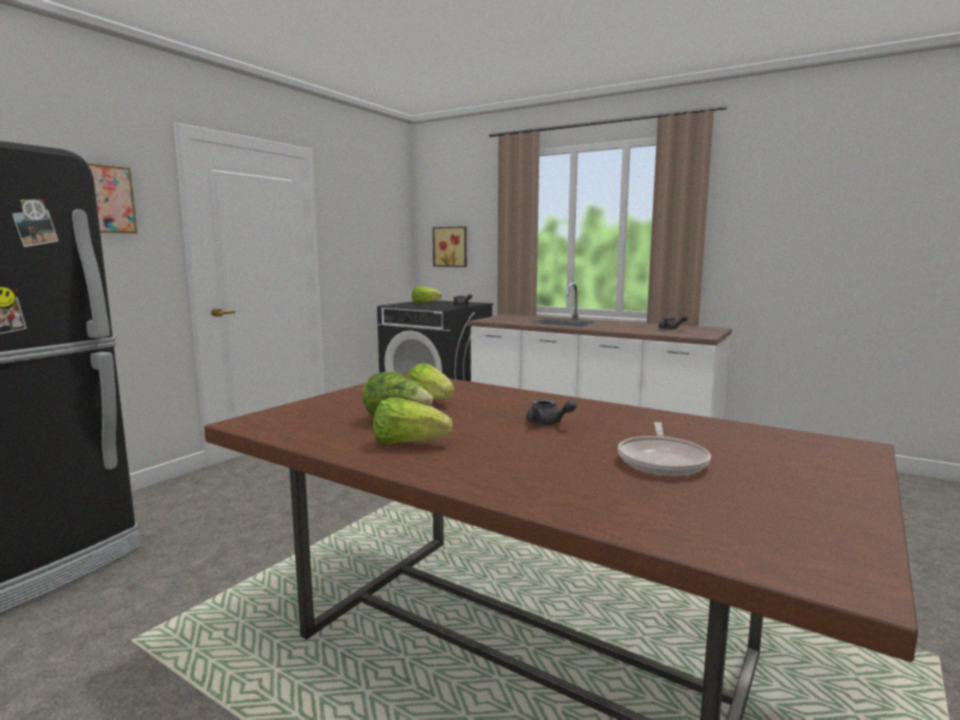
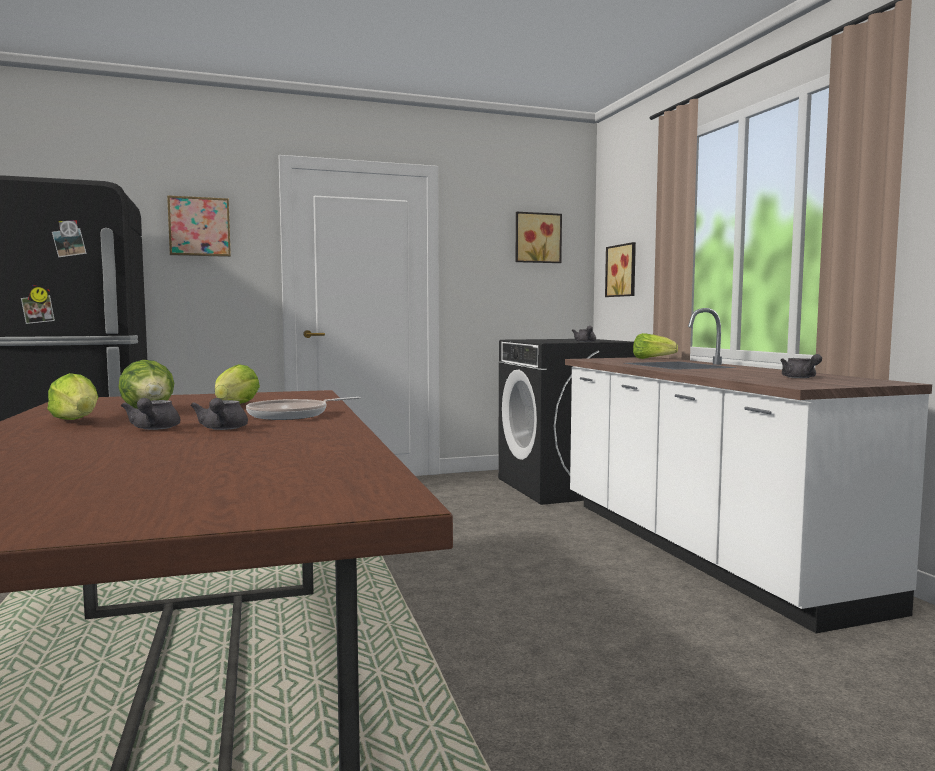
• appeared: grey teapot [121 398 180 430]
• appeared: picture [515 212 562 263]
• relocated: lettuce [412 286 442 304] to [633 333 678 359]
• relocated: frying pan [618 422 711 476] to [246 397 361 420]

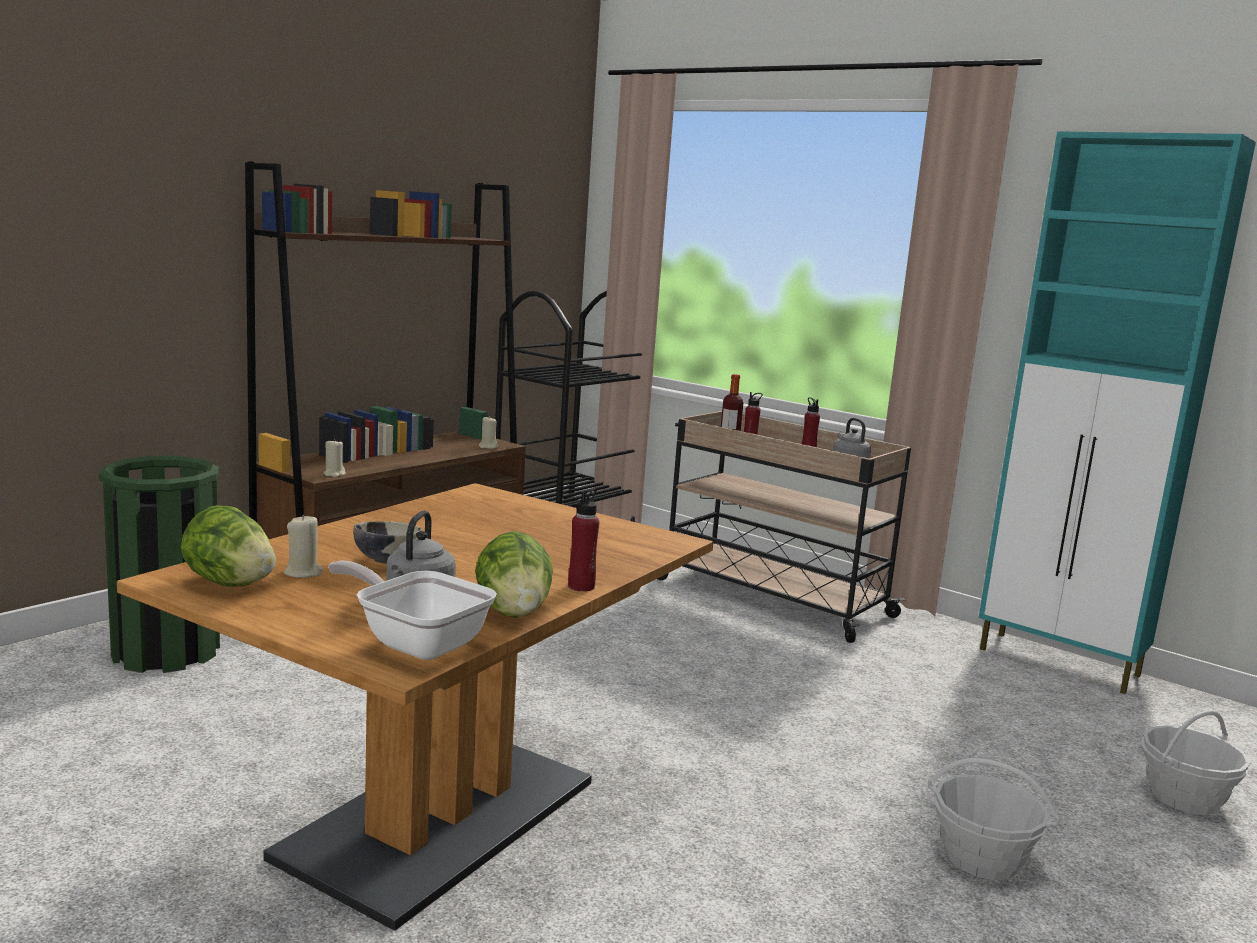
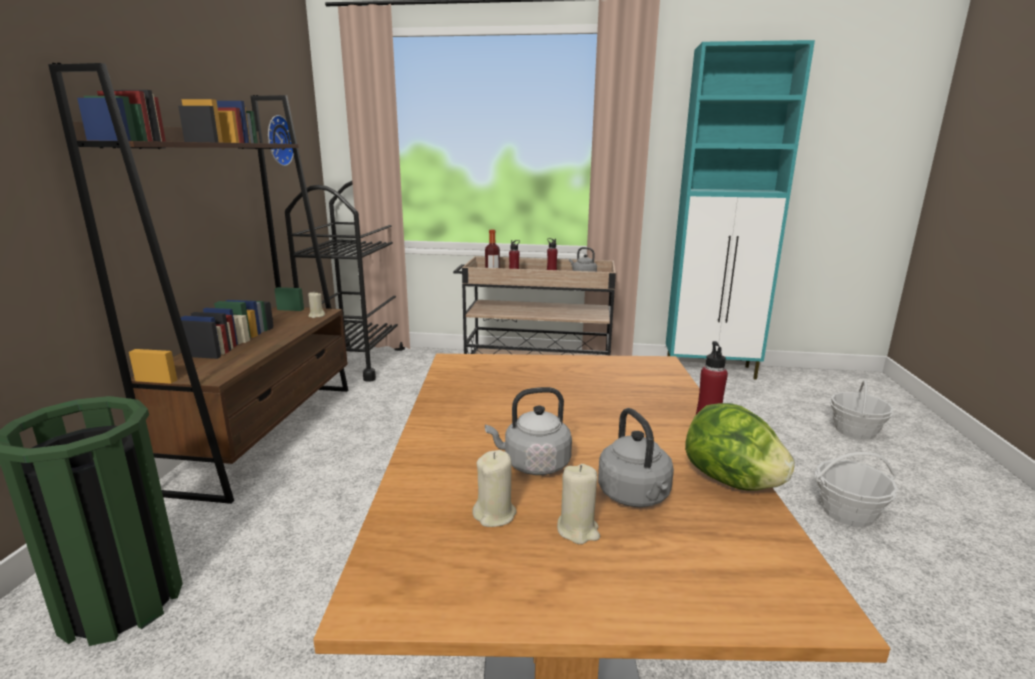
• missing: lettuce [181 505 276 587]
• missing: frying pan [328 561 497 660]
• appeared: wall clock [268 115 294 166]
• relocated: beige candle [323 439 346 477] to [557 464 600 544]
• exchanged: bowl [353 521 422 564] to grey kettle [485 387 572 475]

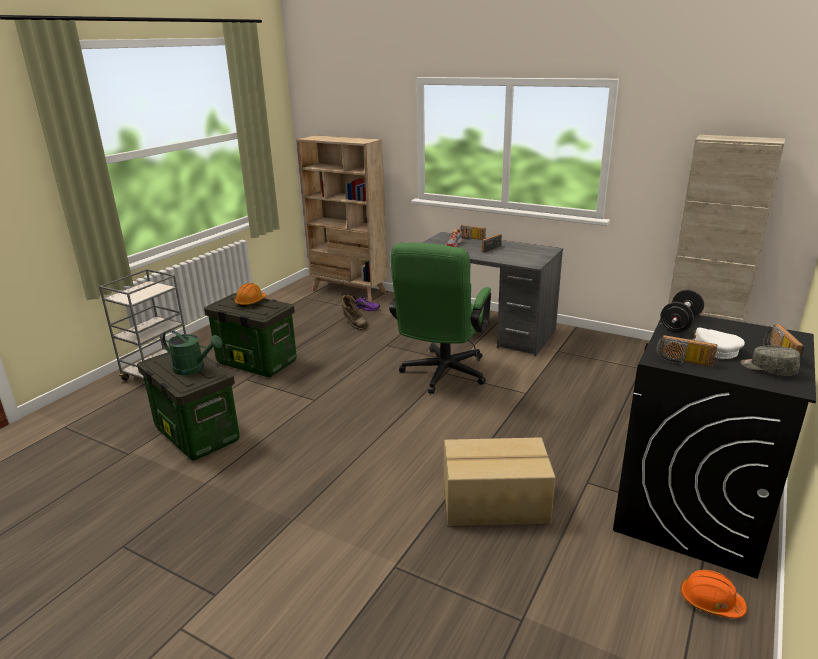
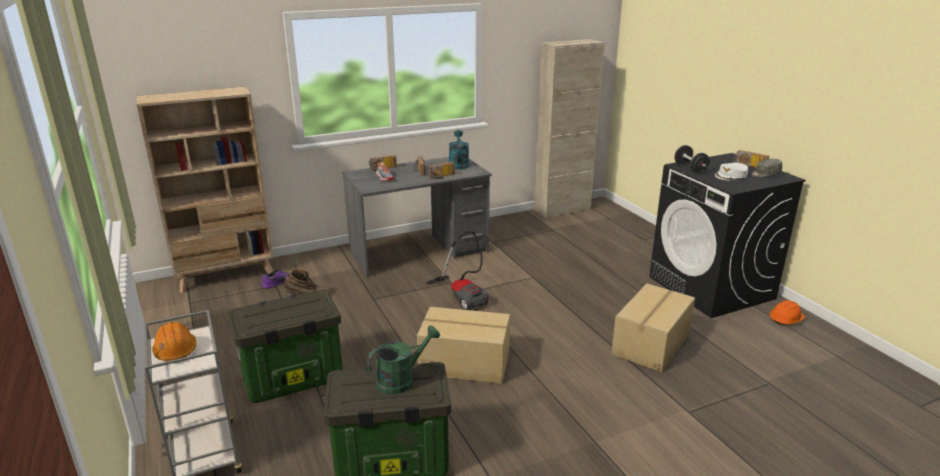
• appeared: cardboard box [417 307 511 384]
• appeared: turquoise watering can [449 130 469 170]
• relocated: orange hard hat [234 283 266 307] to [152 322 196 361]
• relocated: radio [656 335 717 367] to [428 162 455 179]
• exchanged: green office chair [389 243 491 394] to vacuum cleaner [426 231 489 310]

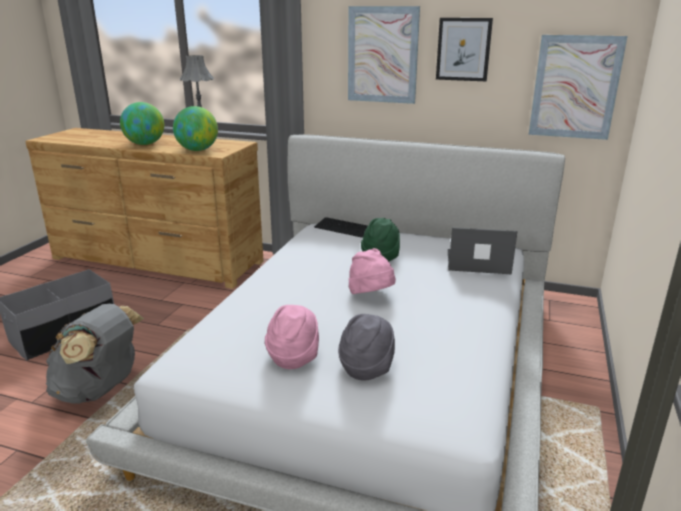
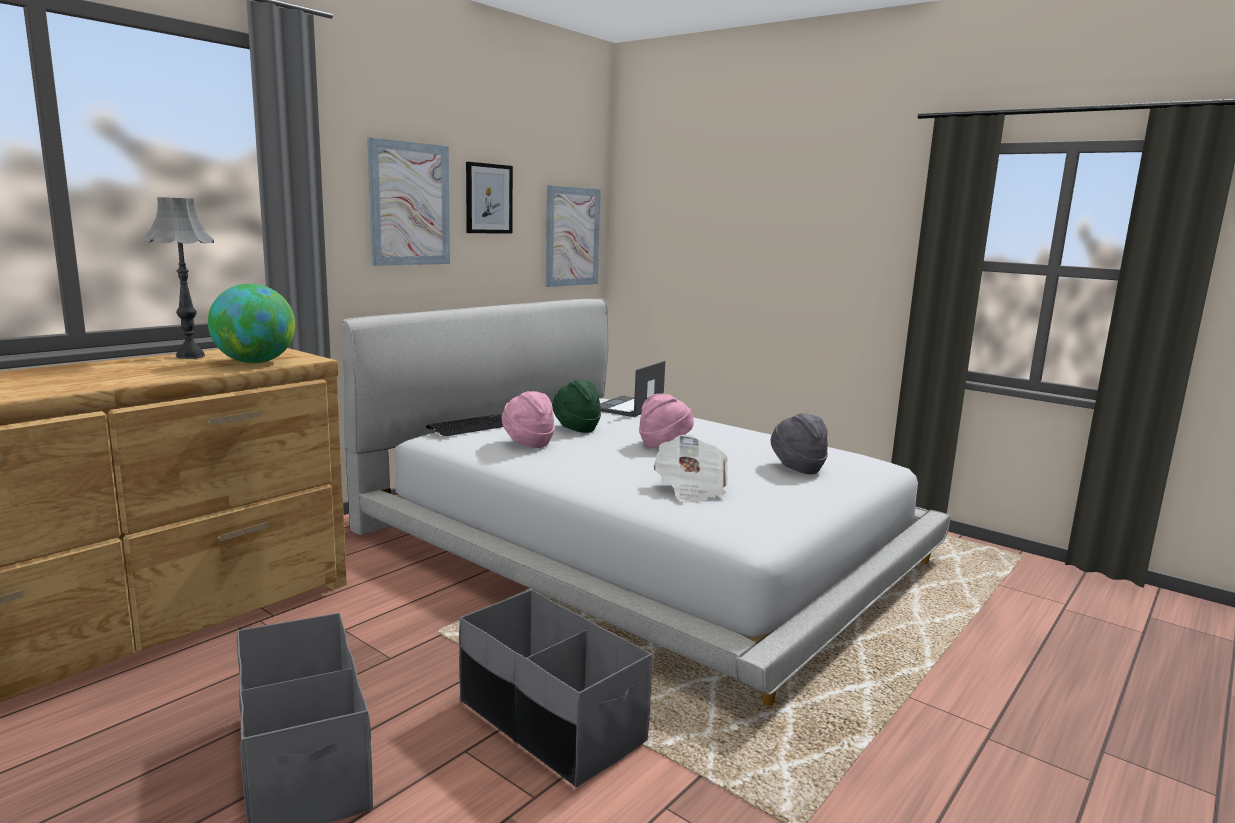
• missing: globe [120 102 164 145]
• appeared: newspaper [653 435 728 503]
• relocated: pink hat [265 305 319 369] to [501 391 555 448]
• exchanged: grey backpack [46 304 144 403] to grey storage box [459 589 652 788]

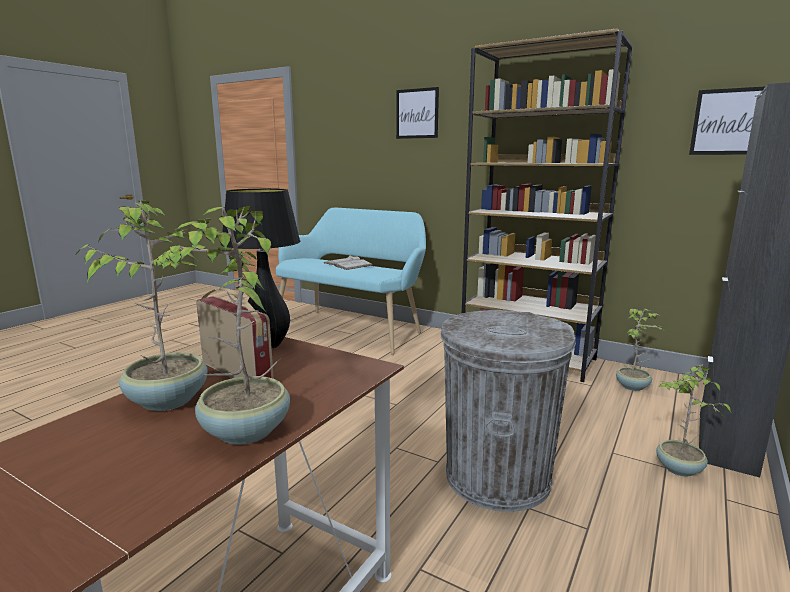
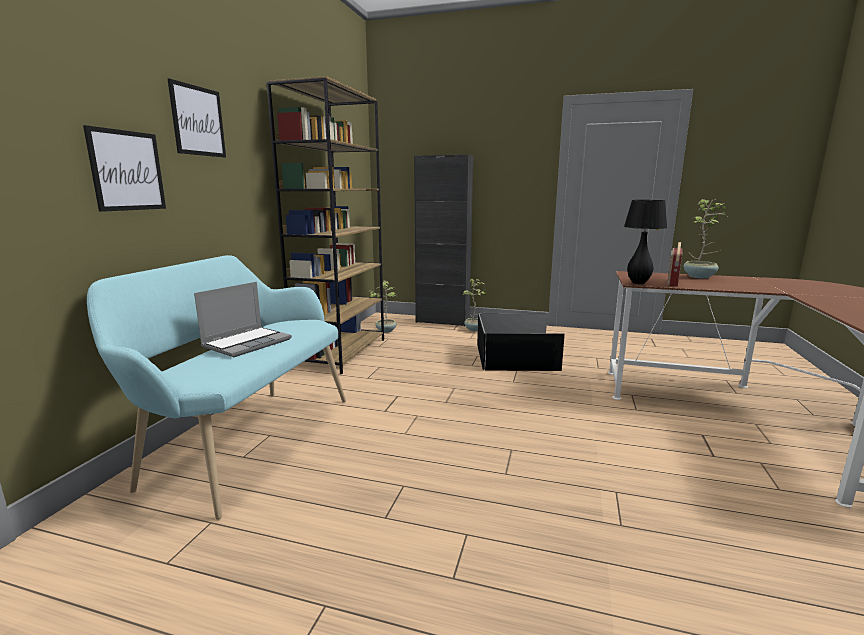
• missing: potted plant [75 200 208 411]
• relocated: picture [689 86 766 155] to [83 125 166 212]
• exchanged: white book [324 255 373 270] to laptop [194 282 292 357]
• exchanged: grey trash can [440 310 576 512] to black storage box [477 313 565 371]

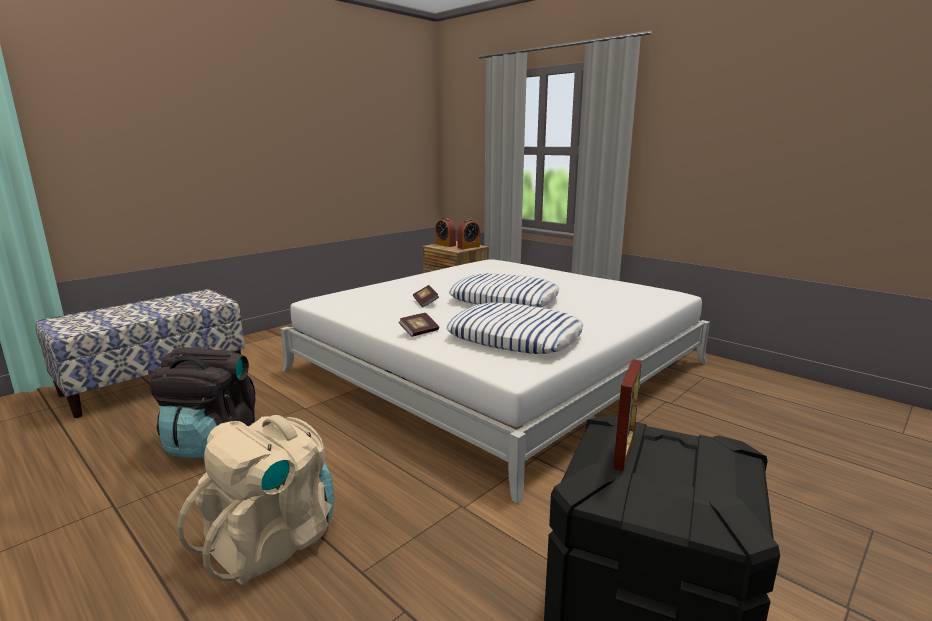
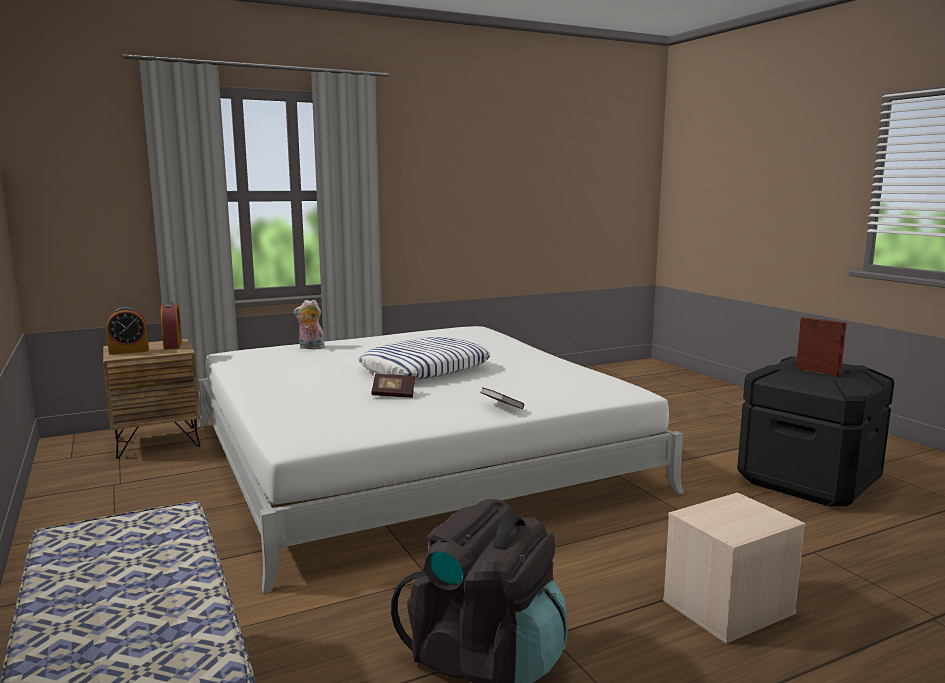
• missing: pillow [446 302 584 354]
• appeared: plush toy [294 300 325 349]
• exchanged: beige backpack [177 415 334 584] to beige storage box [663 492 806 644]

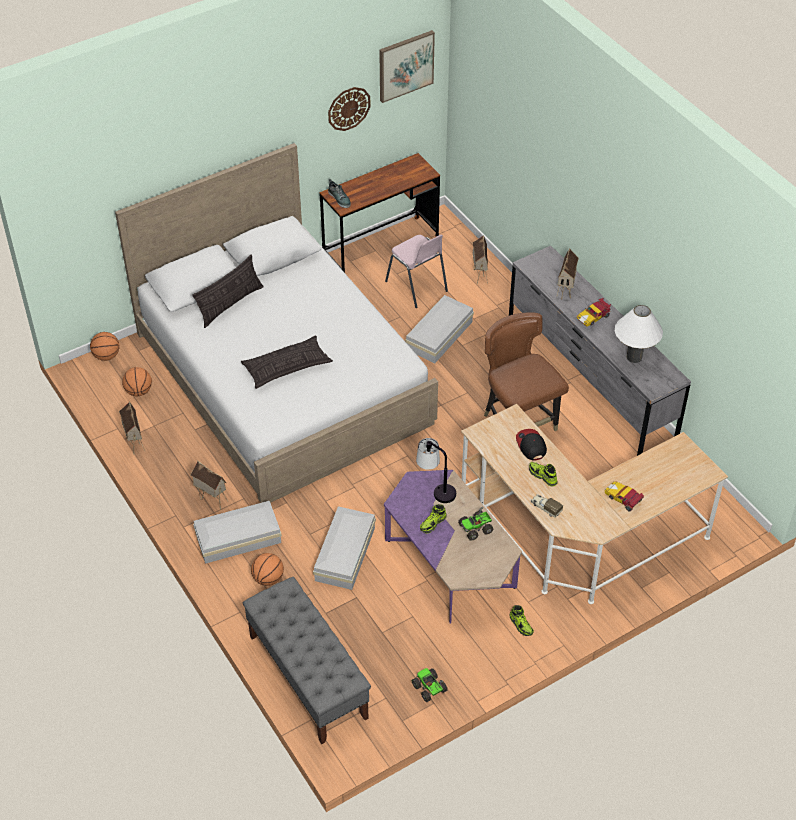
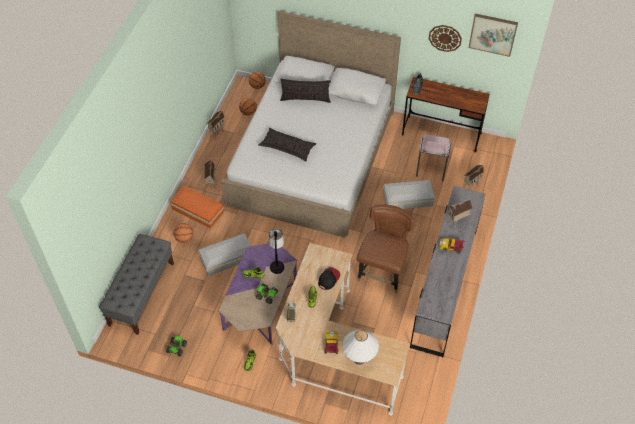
• relocated: white table lamp [615 305 663 363] to [342 330 379 365]
• colour: white storage box [193 501 282 564] to orange storage box [170 186 224 229]

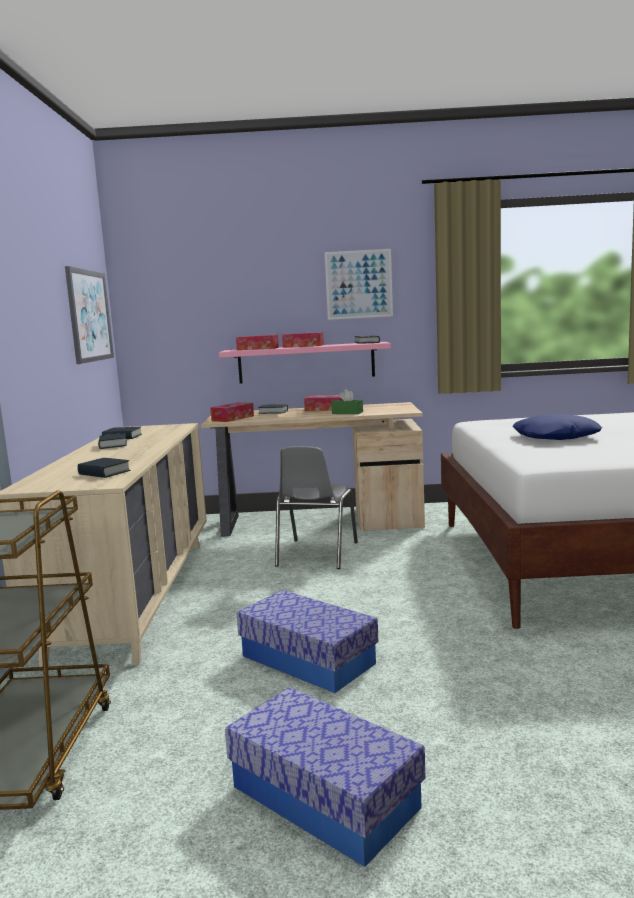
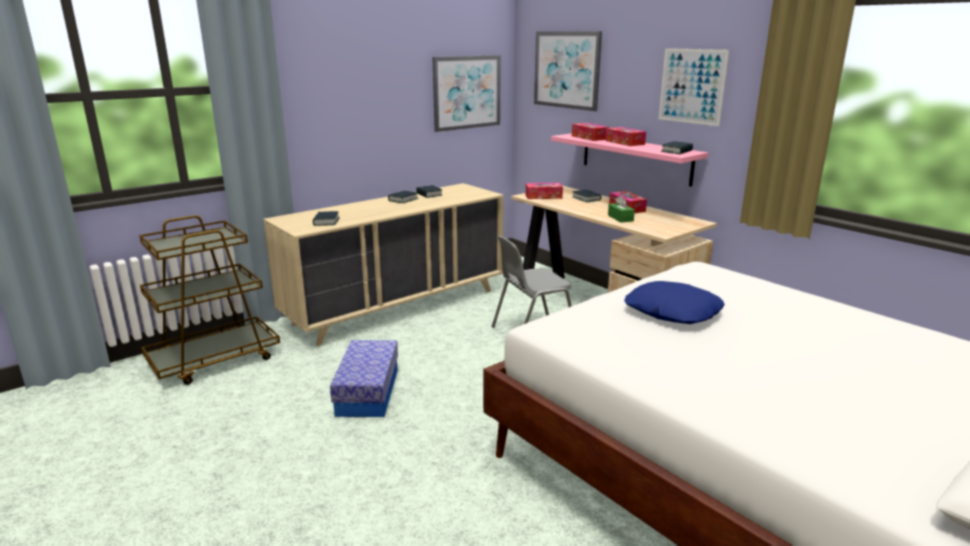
• missing: storage box [225 687 426 867]
• appeared: picture [534 31 602 111]

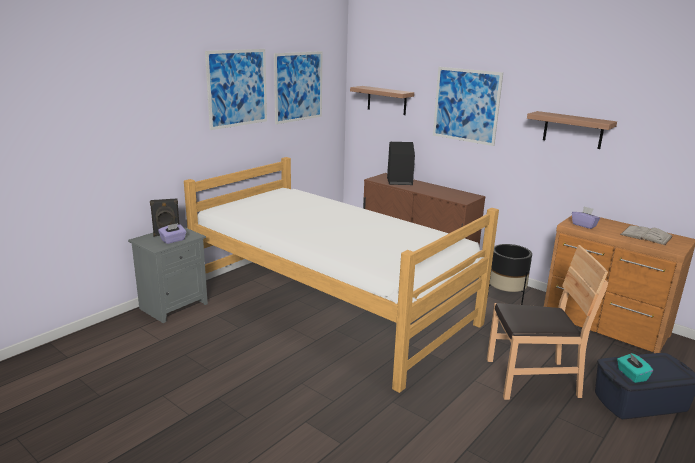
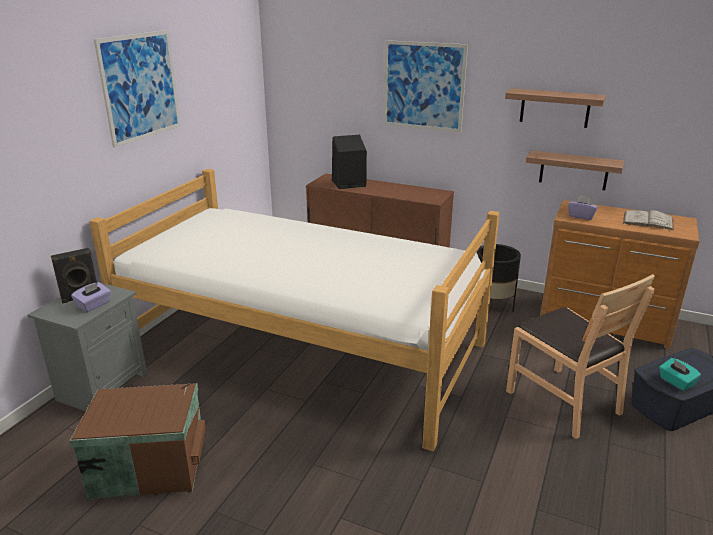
• missing: picture [274 51 322 124]
• appeared: brown storage box [70 383 206 500]
• relocated: shelf [350 86 414 115] to [526 150 624 190]
• spun: brown chair [487 245 608 400] = [506 274 655 439] 75 degrees clockwise

